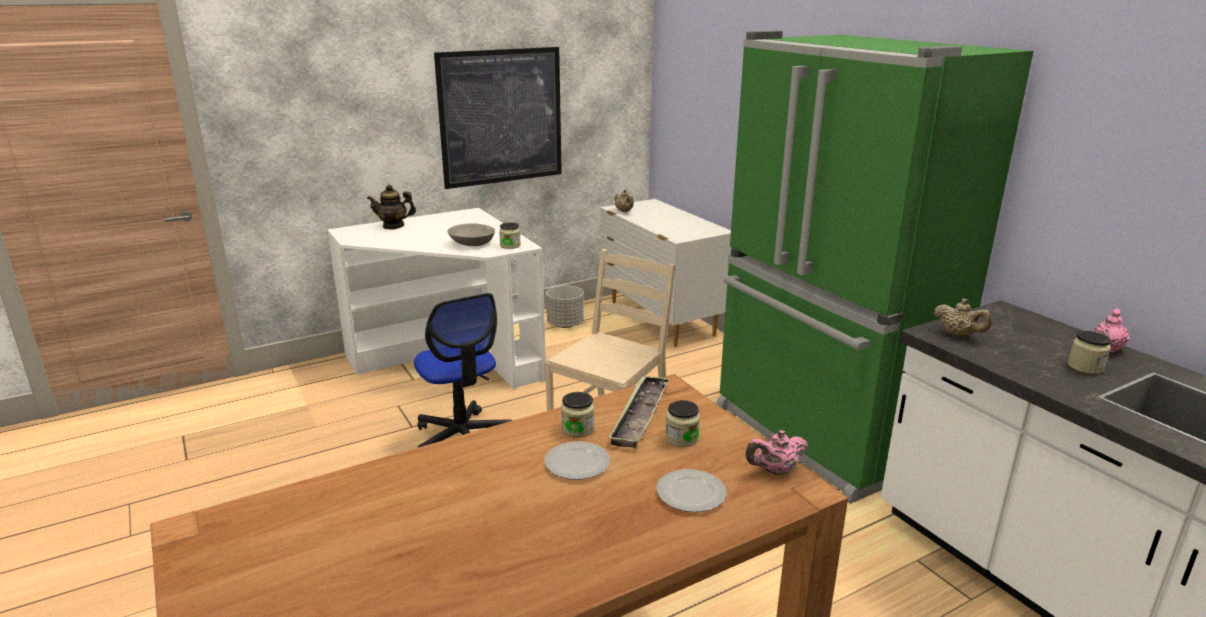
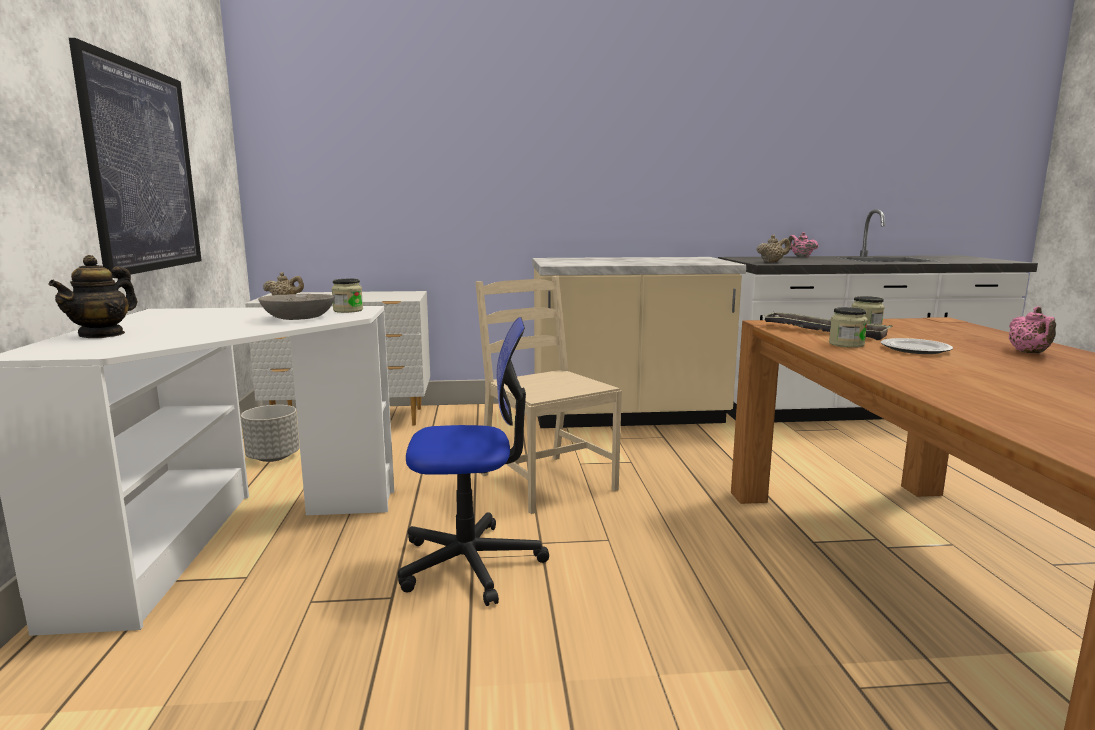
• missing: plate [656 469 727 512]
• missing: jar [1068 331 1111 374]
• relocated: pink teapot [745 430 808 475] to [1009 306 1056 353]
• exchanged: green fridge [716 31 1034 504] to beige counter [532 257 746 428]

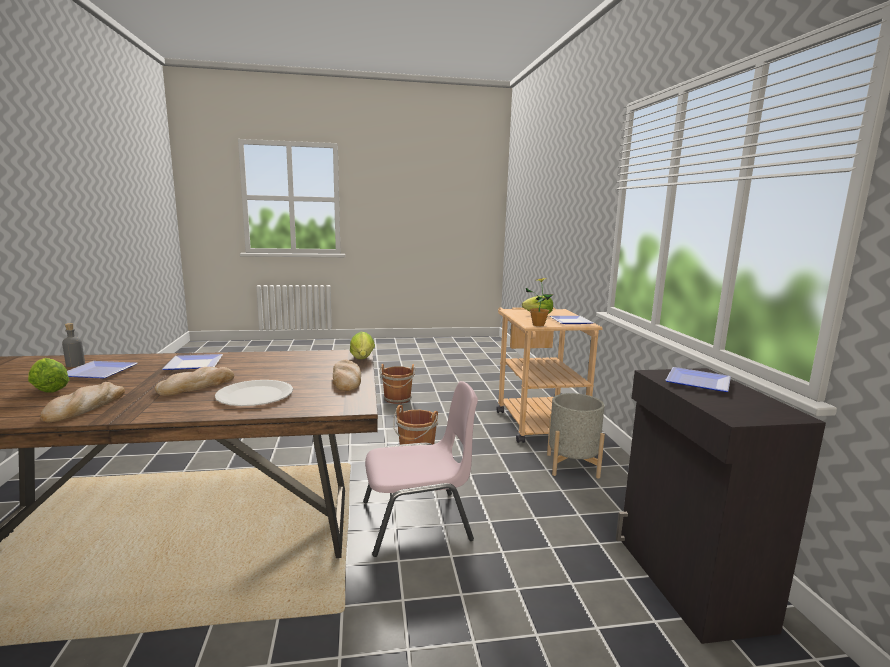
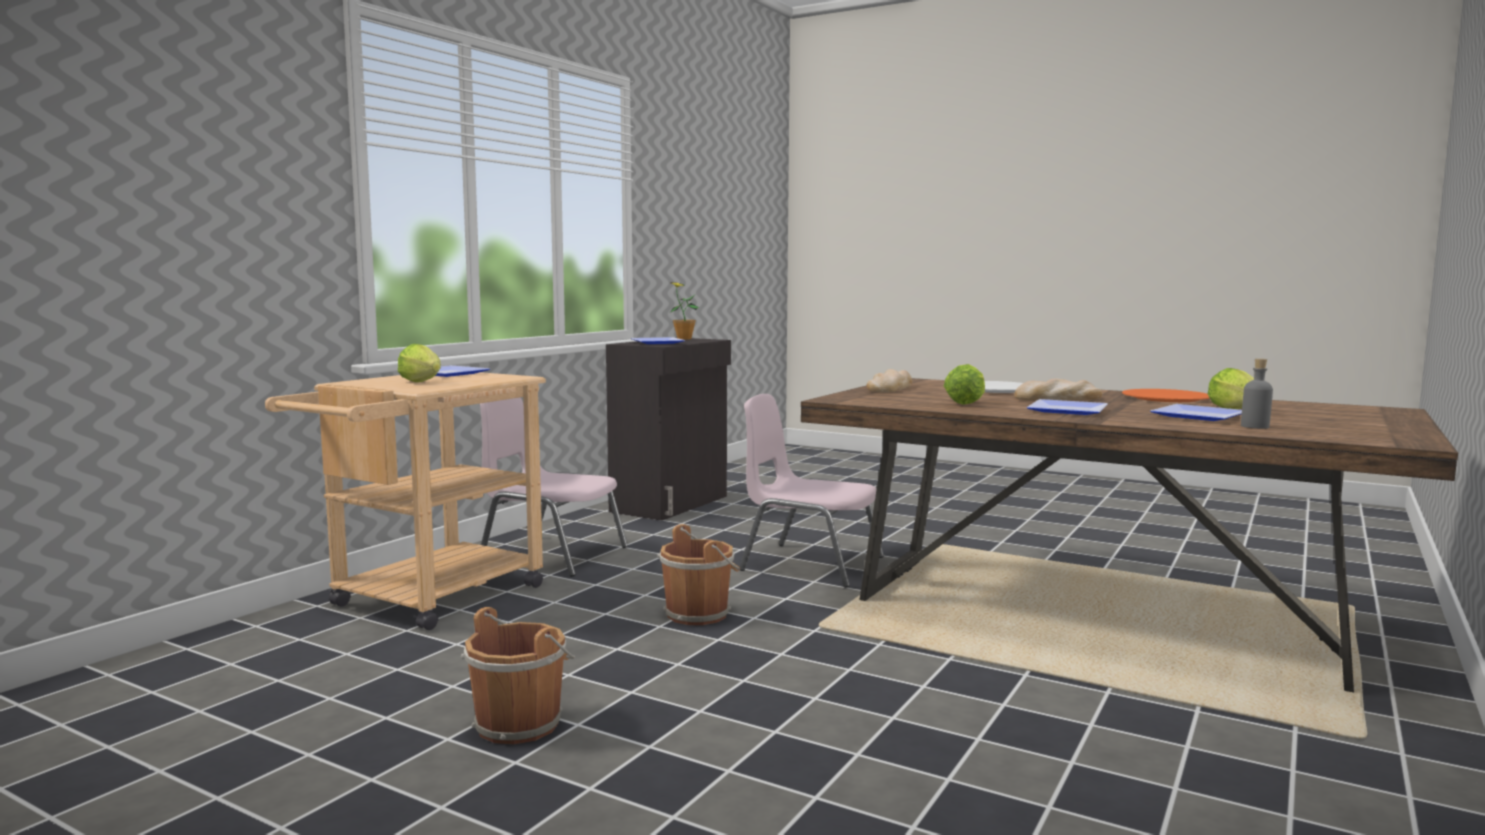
• relocated: lettuce [350 332 375 359] to [944 364 985 405]
• relocated: potted plant [526 278 553 326] to [670 282 699 340]
• exchanged: bread [40 382 125 422] to orange plate [1122 389 1210 402]
• exchanged: grey planter [547 393 605 479] to pink chair [480 397 628 577]

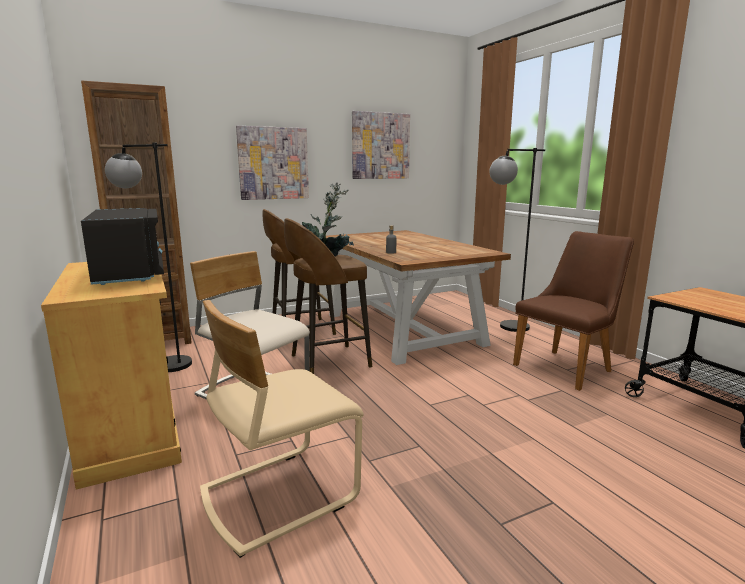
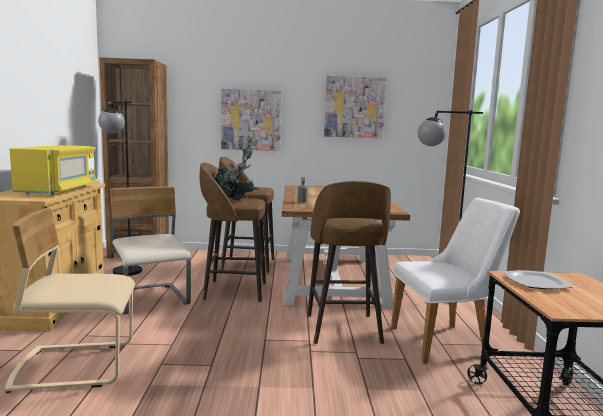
• appeared: brown stool [307 181 391 344]
• appeared: plate [504 270 572 289]
• colour: black microwave [81 208 164 285] to yellow microwave [10 145 97 195]
• colour: brown chair [513 231 634 391] to white chair [391 198 520 364]

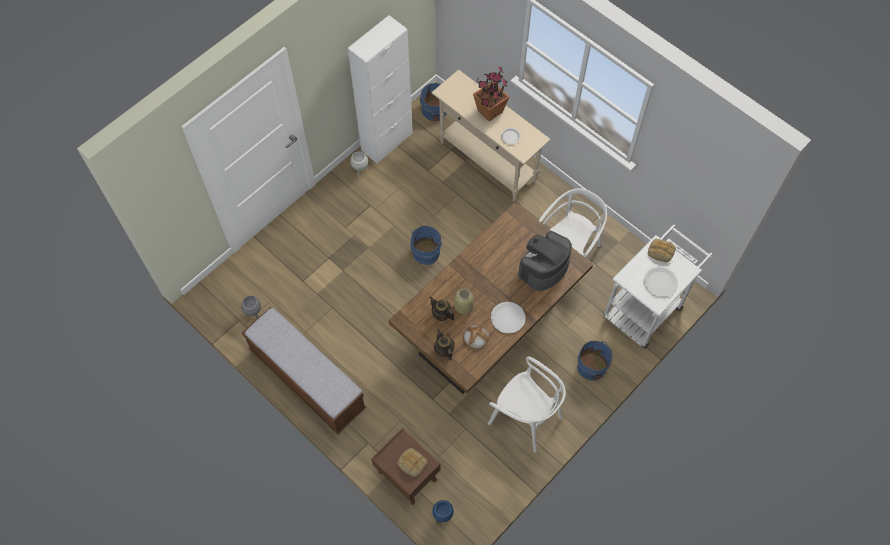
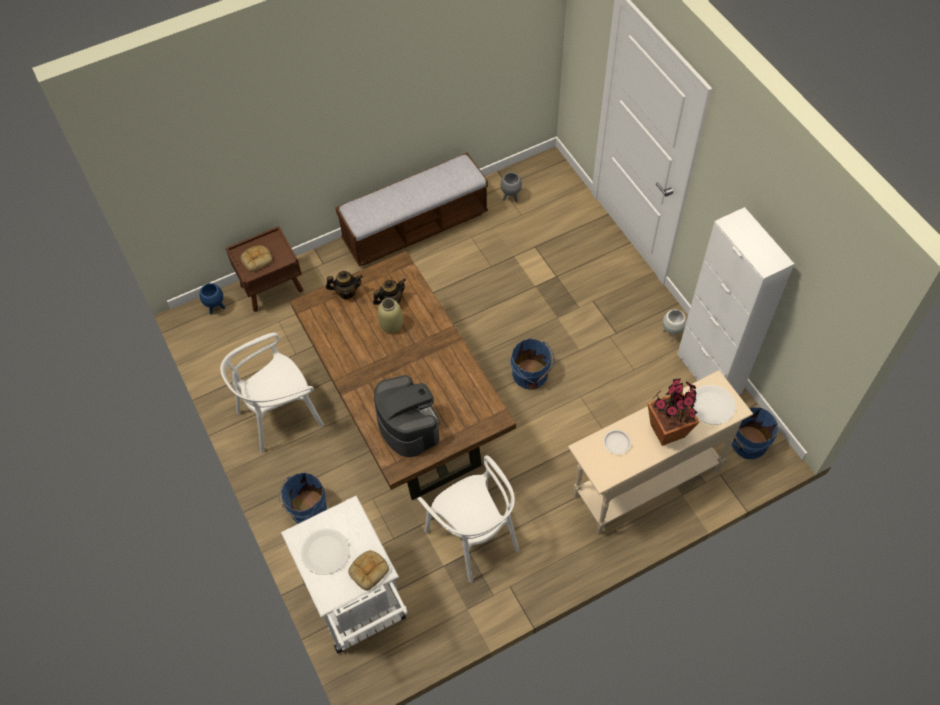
• missing: bread [463 324 489 349]
• relocated: white plate [491 302 526 334] to [693 385 736 425]

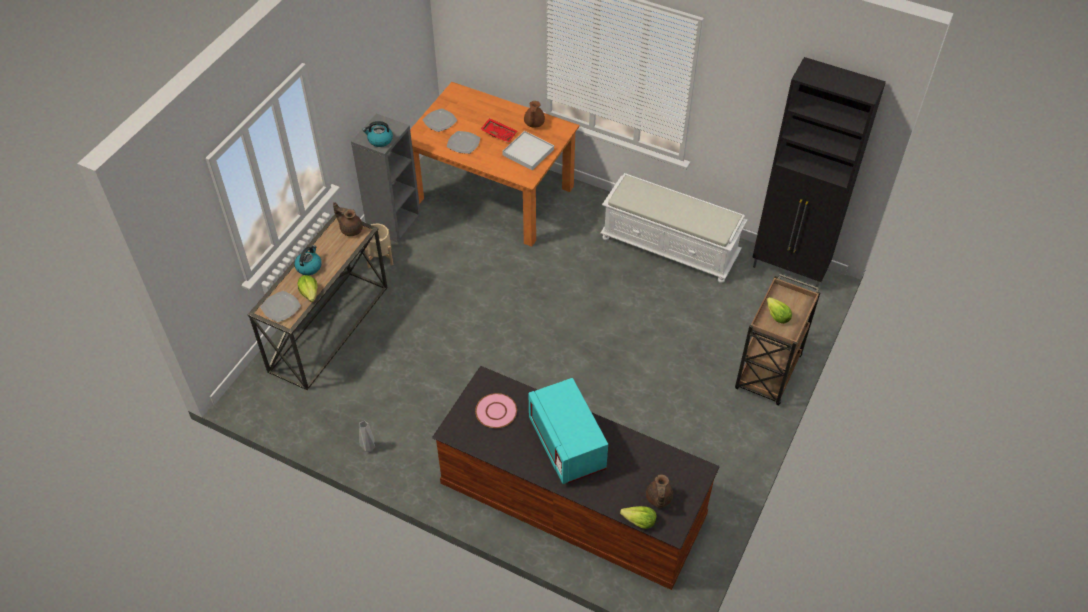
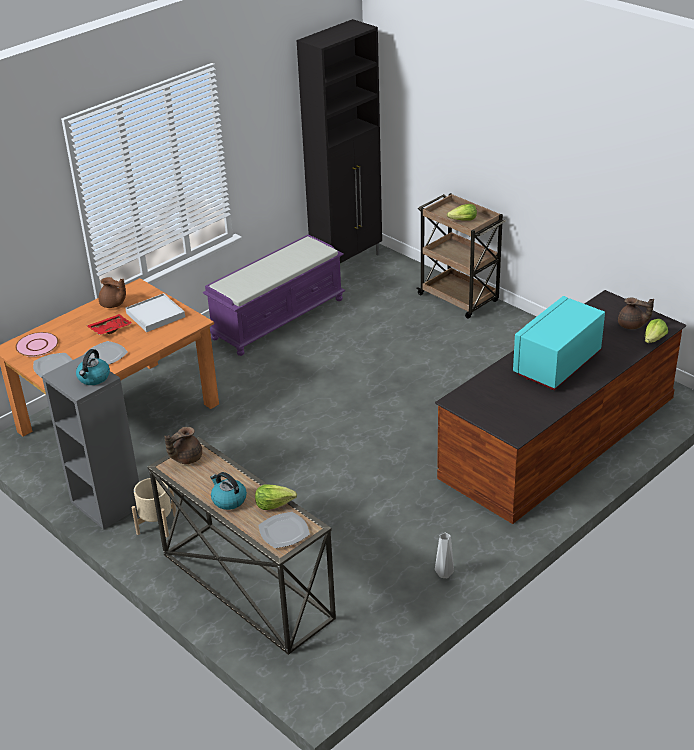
• relocated: pink plate [475 393 517 428] to [15 332 59 357]
• colour: white bench [601 173 747 283] to purple bench [203 234 345 356]
• spun: turquoise microwave [529 378 608 484] = [513 296 605 390] 135 degrees clockwise

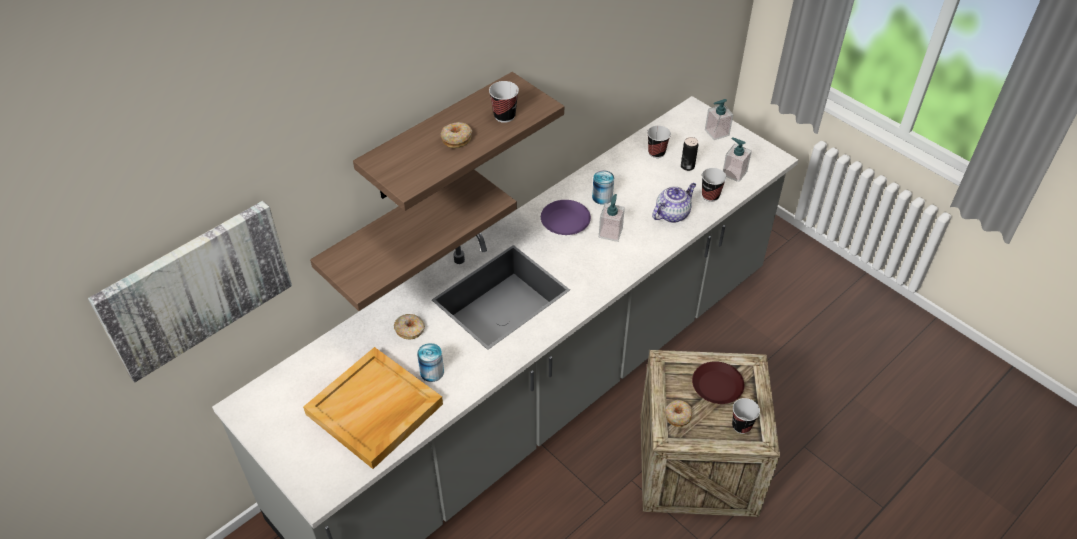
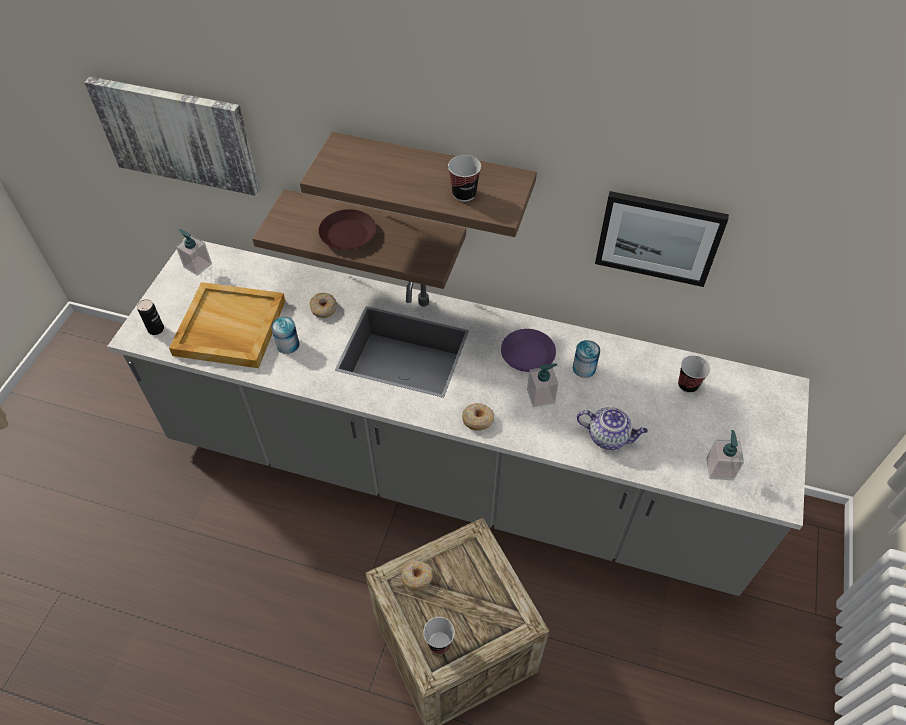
• missing: cup [702 168 727 202]
• appeared: picture [595 191 729 287]
• relocated: donut [441 122 472 148] to [462 403 495 431]
• relocated: can [681 137 698 171] to [137 299 164 335]
• relocated: brown plate [692 361 744 404] to [318 209 376 250]
• relocated: soap dispenser [705 99 733 140] to [176 229 212 276]

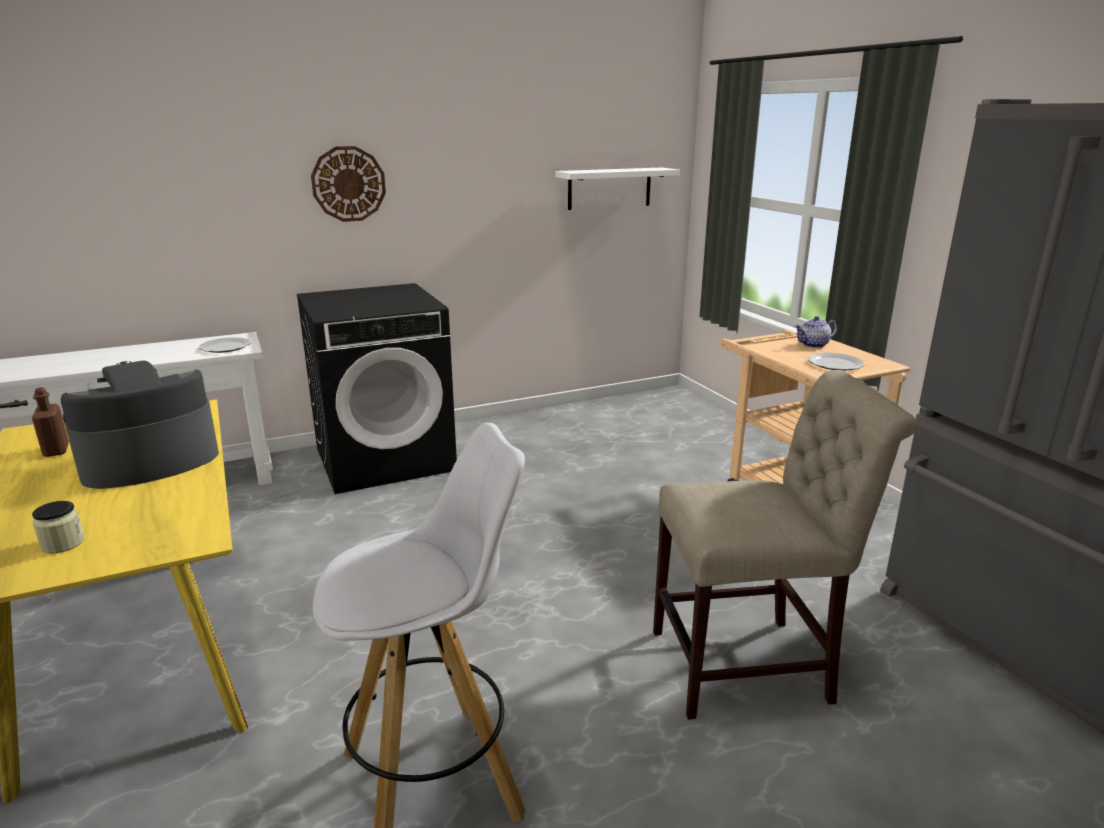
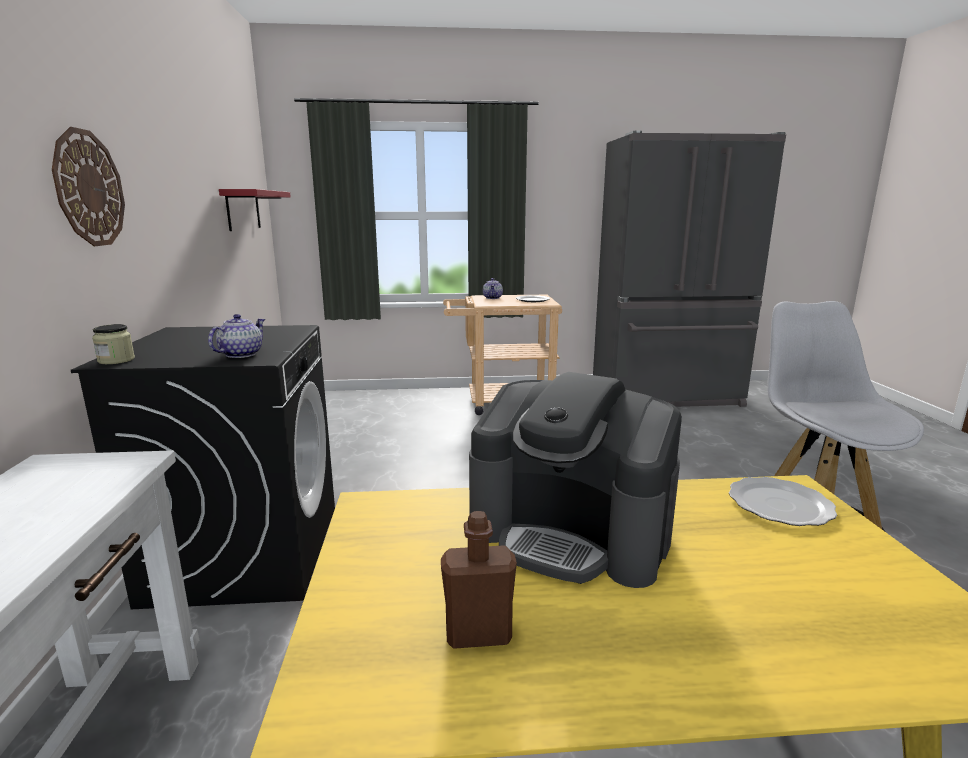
• missing: beige chair [653 370 917 720]
• appeared: teapot [208 314 266 358]
• relocated: jar [32 501 84 554] to [92 324 135 364]
• relocated: plate [199 337 250 353] to [729 477 837 526]
• colour: white shelf [555 167 680 210] to red shelf [219 189 291 231]
• spun: coffee machine [61 360 219 489] = [469 372 682 588] 45 degrees counterclockwise

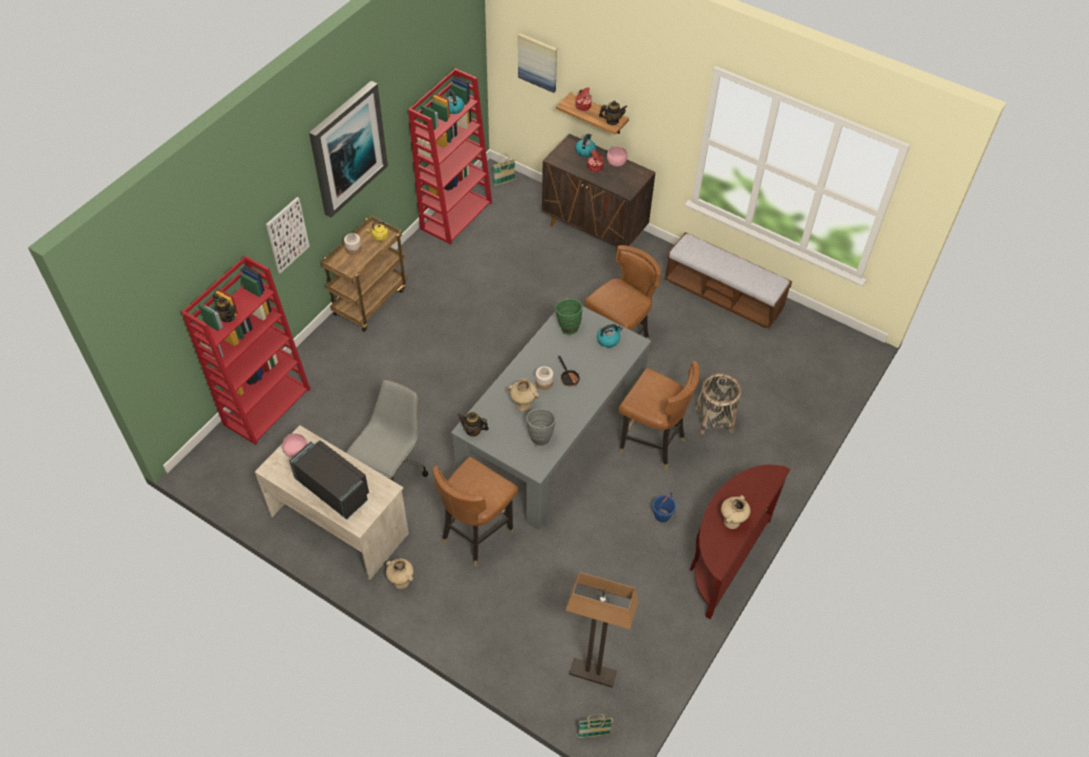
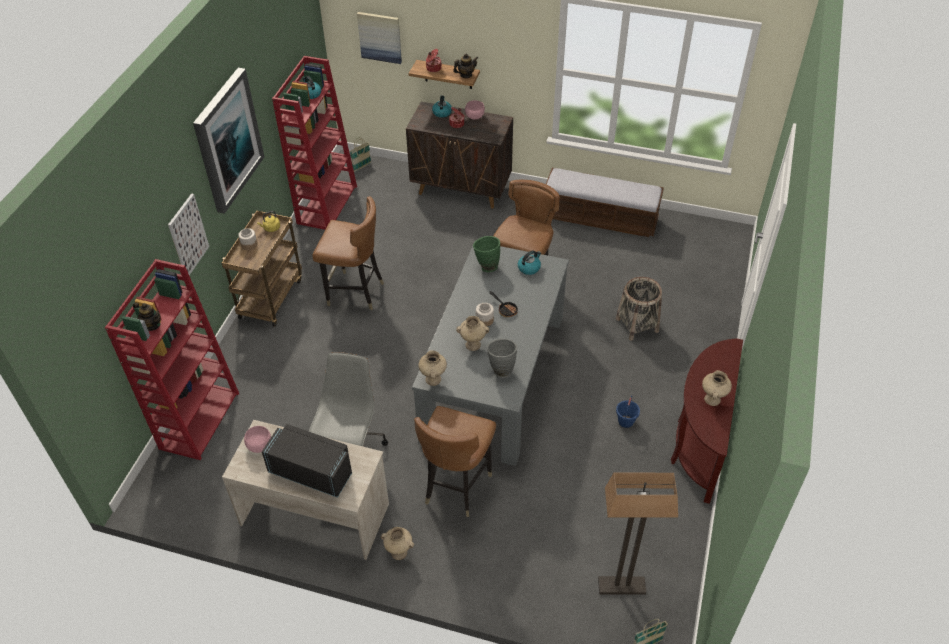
• relocated: brown chair [619 361 700 471] to [312 196 384 310]
• exchanged: teapot [458 412 489 437] to beige vase [418 350 447 386]

